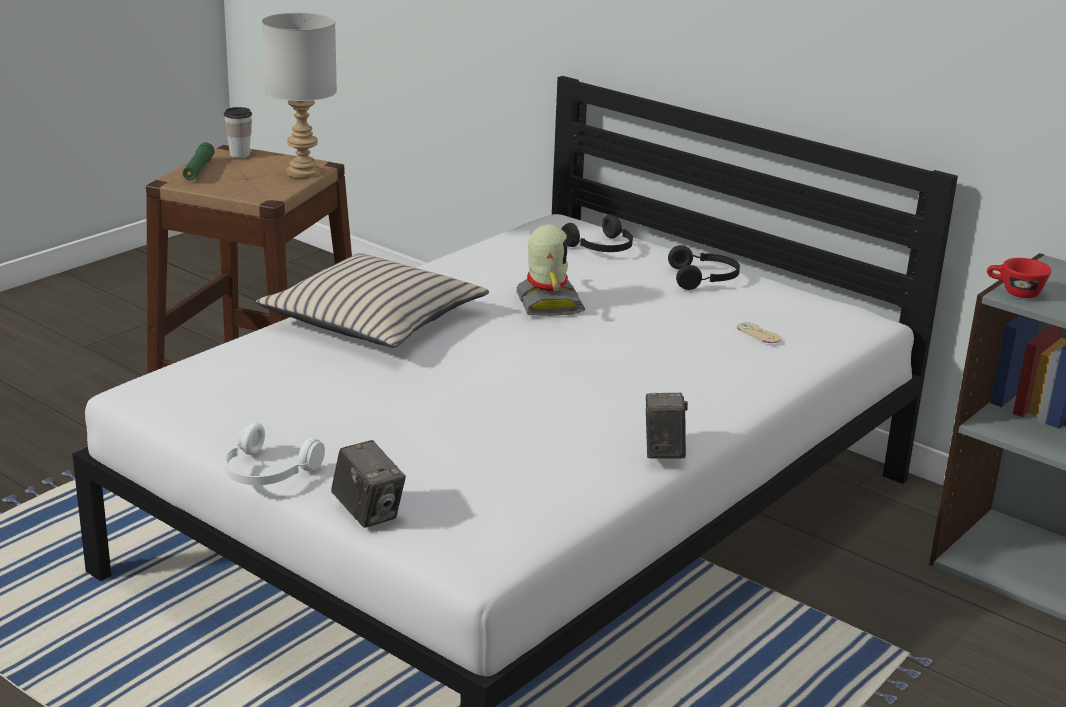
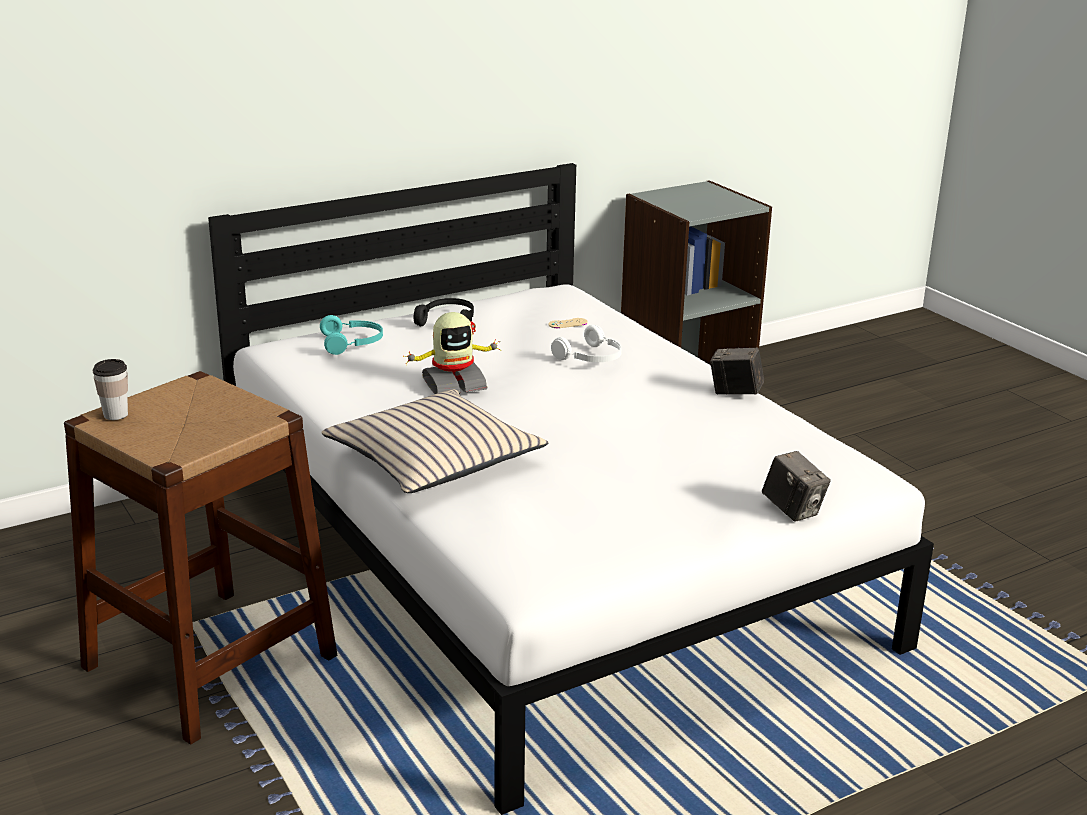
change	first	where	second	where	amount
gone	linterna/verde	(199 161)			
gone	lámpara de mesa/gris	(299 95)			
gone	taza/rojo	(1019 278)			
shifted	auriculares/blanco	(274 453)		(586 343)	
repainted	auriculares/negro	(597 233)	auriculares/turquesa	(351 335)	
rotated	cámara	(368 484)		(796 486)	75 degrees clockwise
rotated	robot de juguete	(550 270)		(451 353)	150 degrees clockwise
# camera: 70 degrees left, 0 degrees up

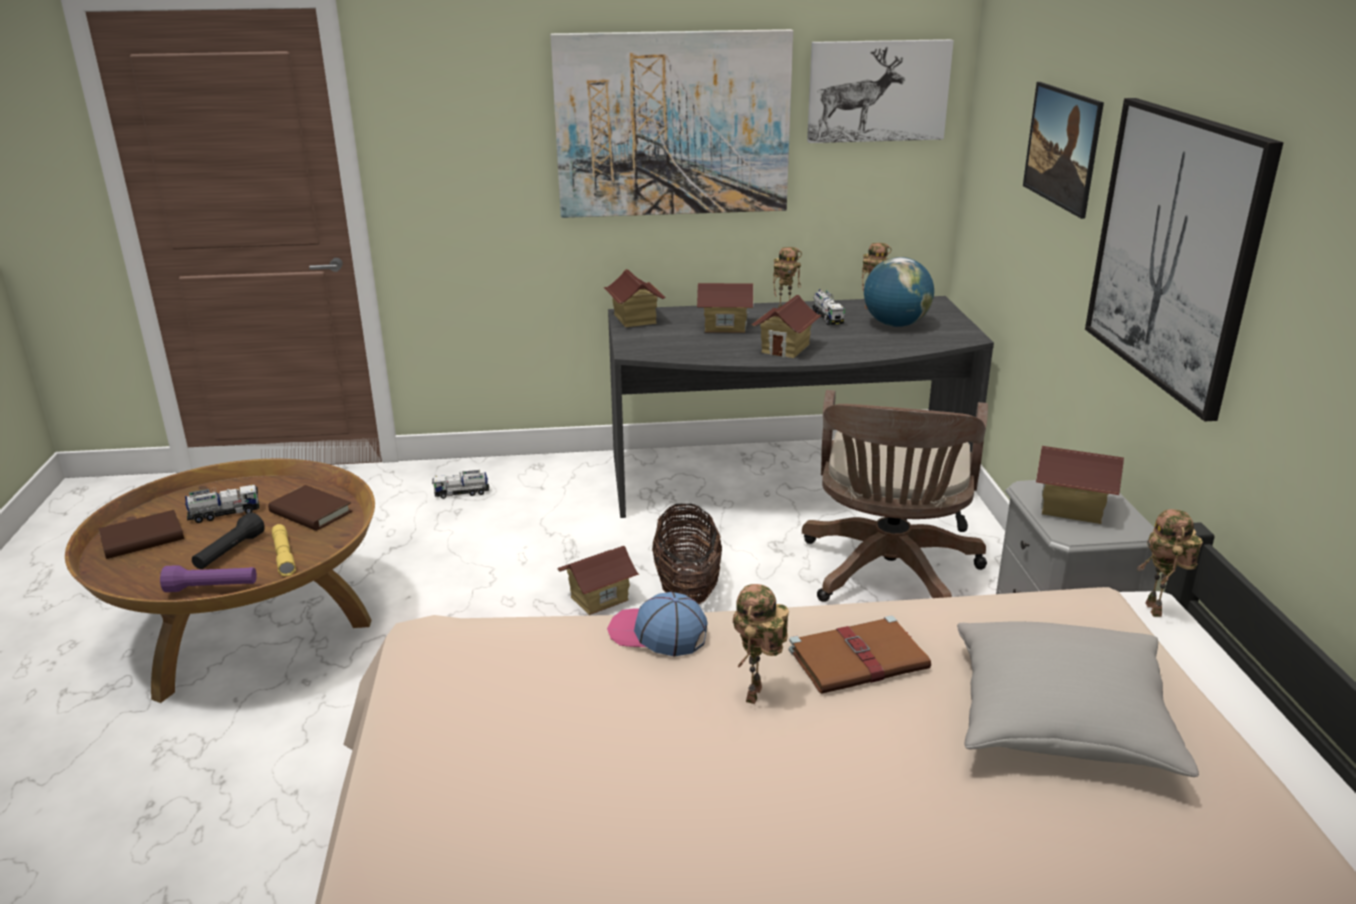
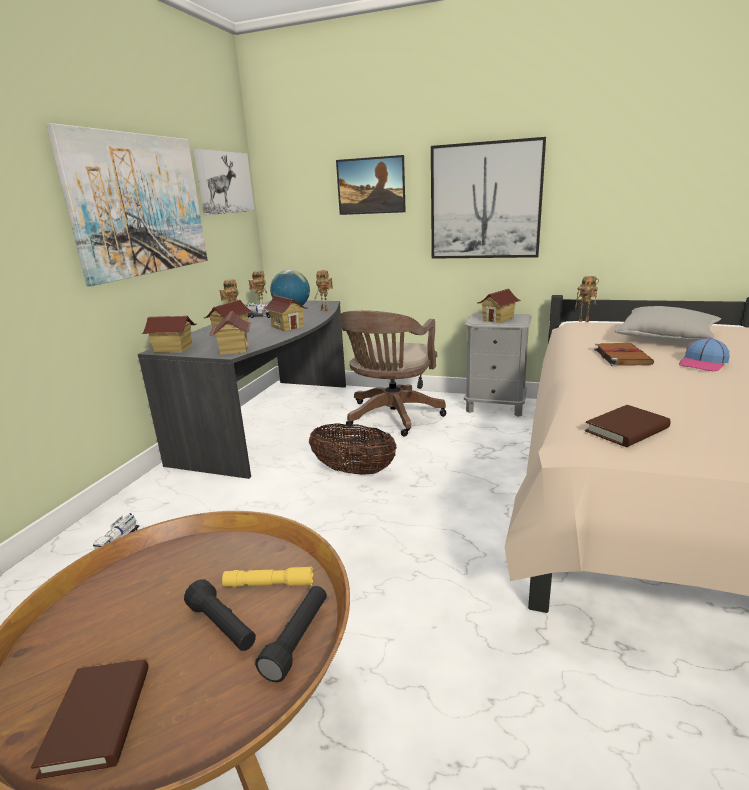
change	first	where	second	where	amount
gone	camión de juguete	(222 503)			
shifted	libro/marrón	(310 508)		(628 426)	
shifted	casita	(598 580)		(230 333)	
shifted	gorra	(657 624)		(704 354)	
shifted	robot de juguete	(761 644)		(324 290)	
repainted	linterna/morado	(208 578)	linterna/negro	(291 634)	
rotated	silla de oficina/marrón	(895 496)		(393 373)	75 degrees clockwise
# camera: 65 degrees left, 5 degrees down

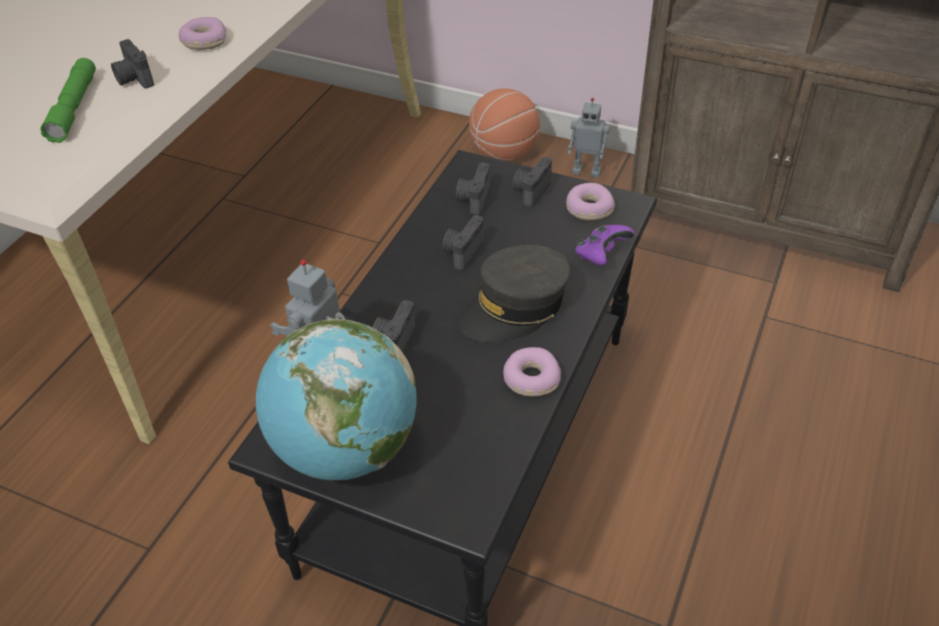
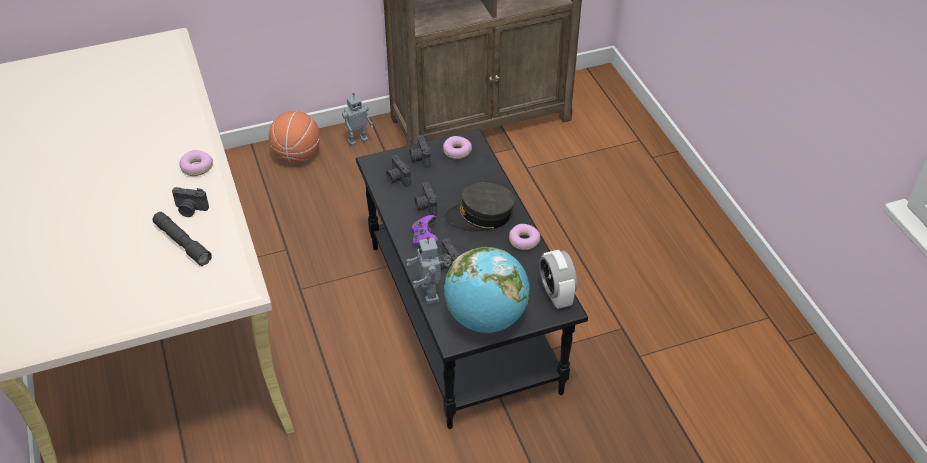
change	first	where	second	where	amount
new			despertador	(558 279)	
shifted	mando de consola/morado	(605 245)		(425 230)	
repainted	linterna/verde	(68 100)	linterna/gris	(182 239)	
rotated	gorra/gris	(514 293)		(480 207)	75 degrees clockwise
# camera: 45 degrees left, 0 degrees up

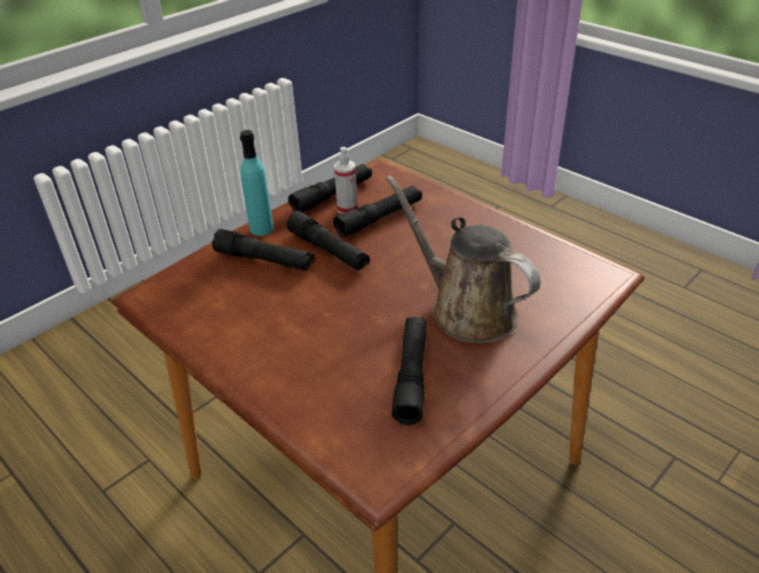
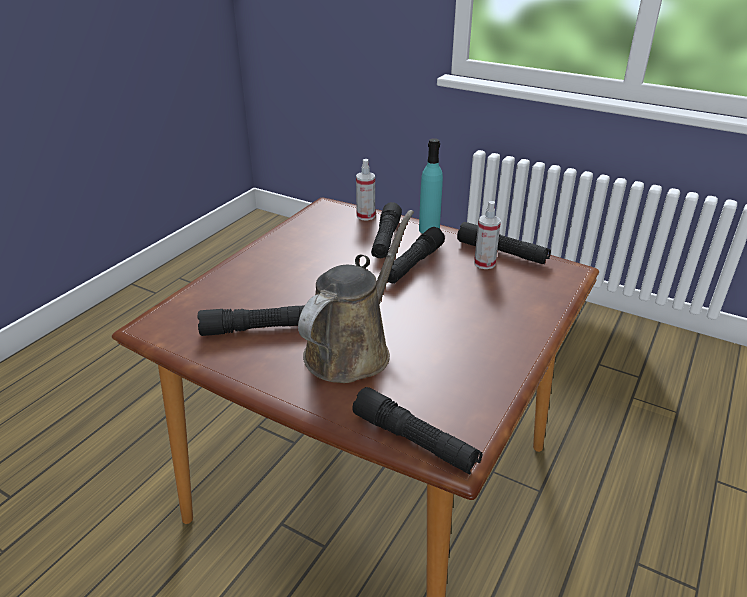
change	first	where	second	where	amount
new			pulverizador	(365 189)	
shifted	linterna/negro	(377 212)		(417 430)	
# camera: 75 degrees right, 5 degrees down

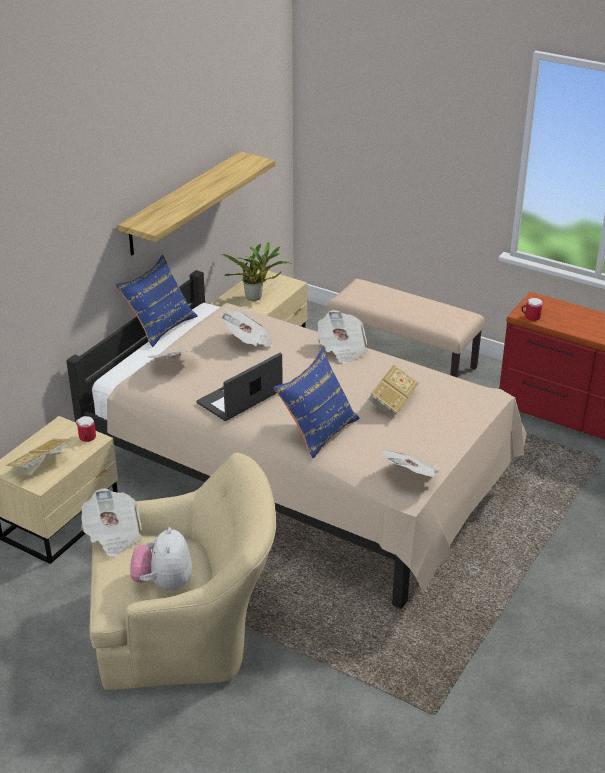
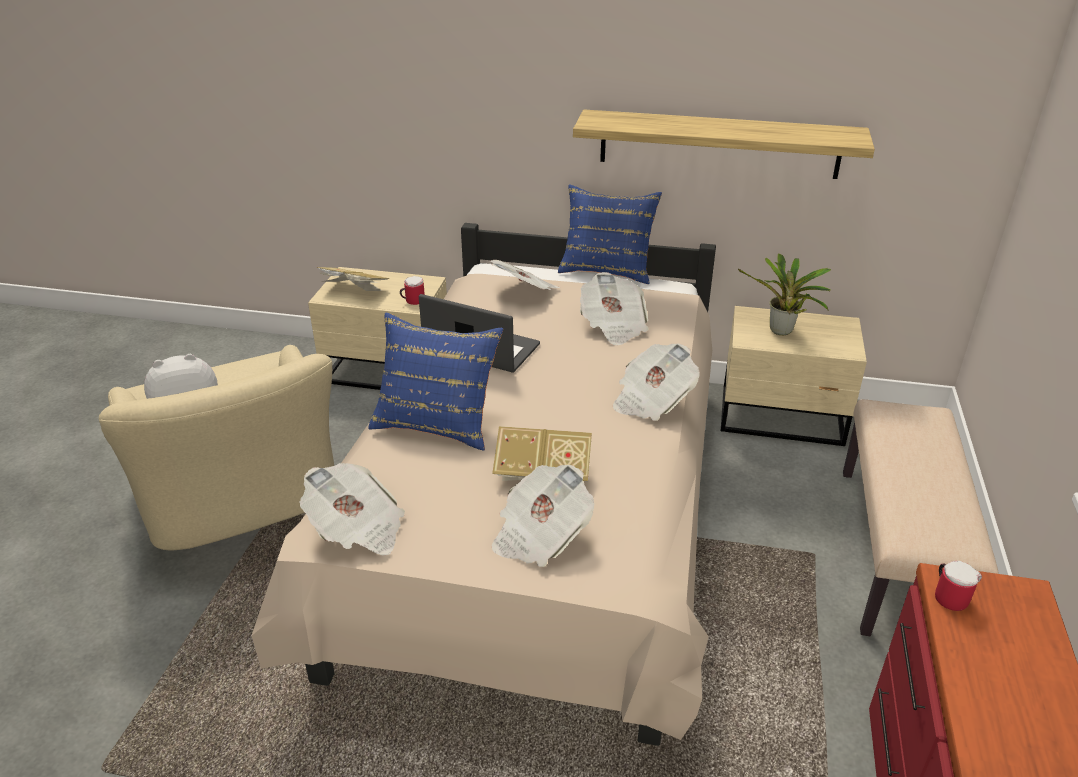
change	first	where	second	where	amount
shifted	periódico	(111 522)		(542 516)	
# camera: 70 degrees right, 0 degrees up

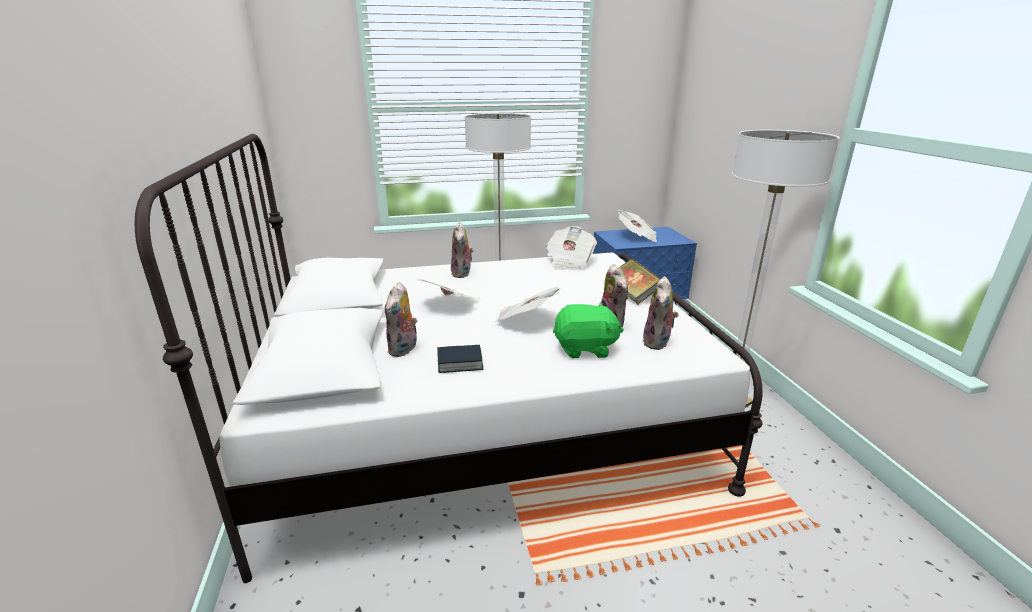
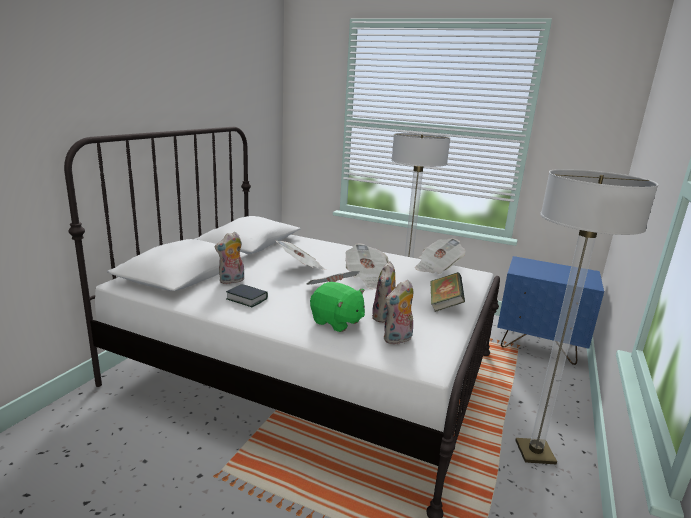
change	first	where	second	where	amount
gone	peluche	(462 250)			
shifted	periódico	(637 226)		(367 266)	
# camera: 35 degrees right, 5 degrees down

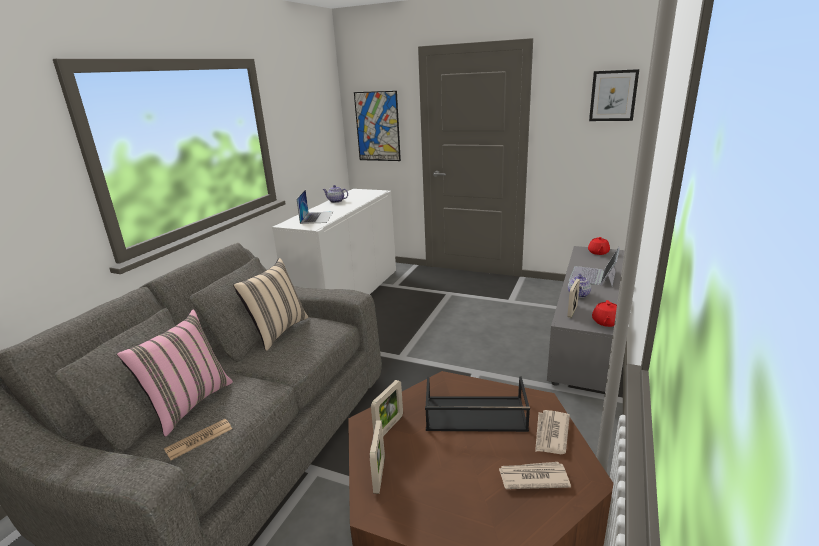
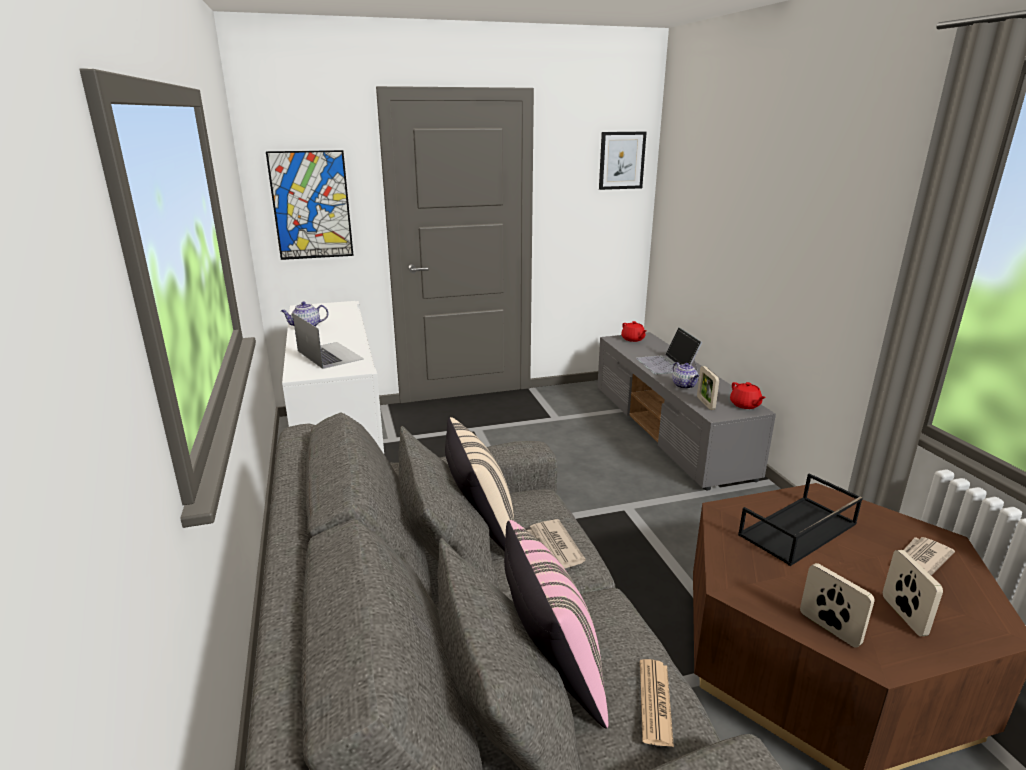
change	first	where	second	where	amount
shifted	portarretratos	(387 408)		(913 593)	
shifted	periódico	(552 432)		(556 544)	
# camera: 40 degrees left, 0 degrees up

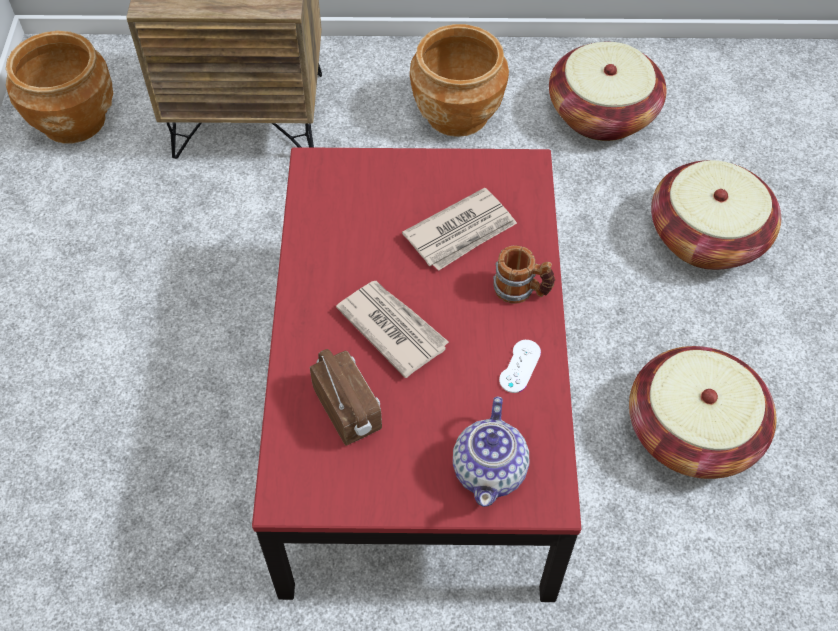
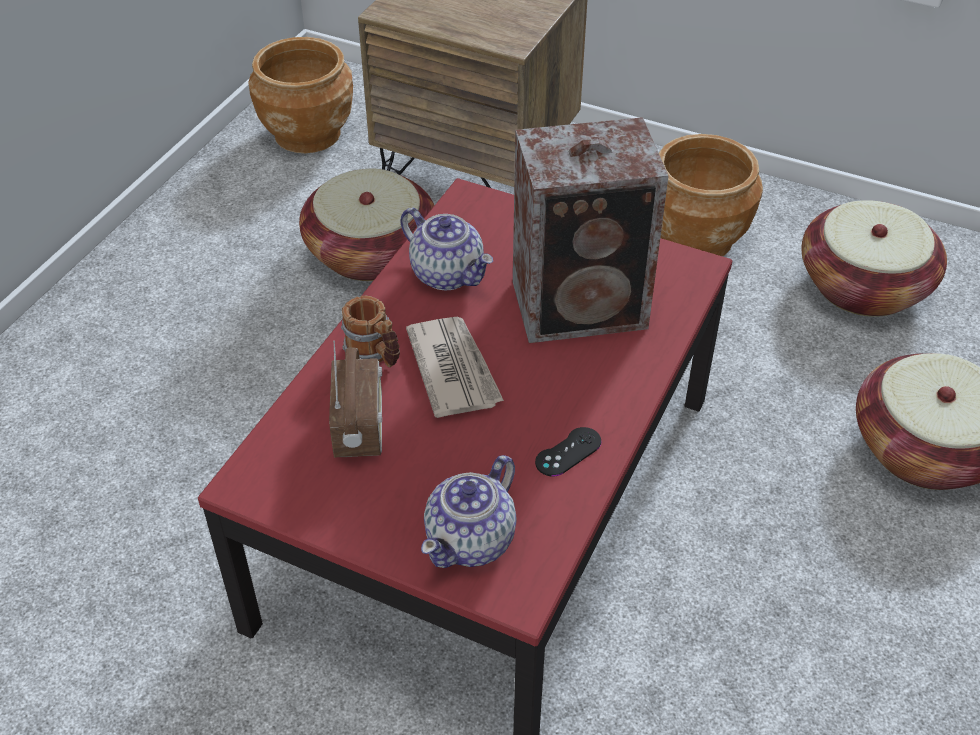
change	first	where	second	where	amount
new			tetera	(446 249)	
shifted	taza grande	(524 275)		(370 331)	
shifted	cesta	(702 412)		(366 225)	
swapped	periódico	(459 229)	altavoz	(591 230)	
repainted	mando de consola/blanco	(520 366)	mando de consola/negro	(568 451)	
# camera: 25 degrees right, 10 degrees down

